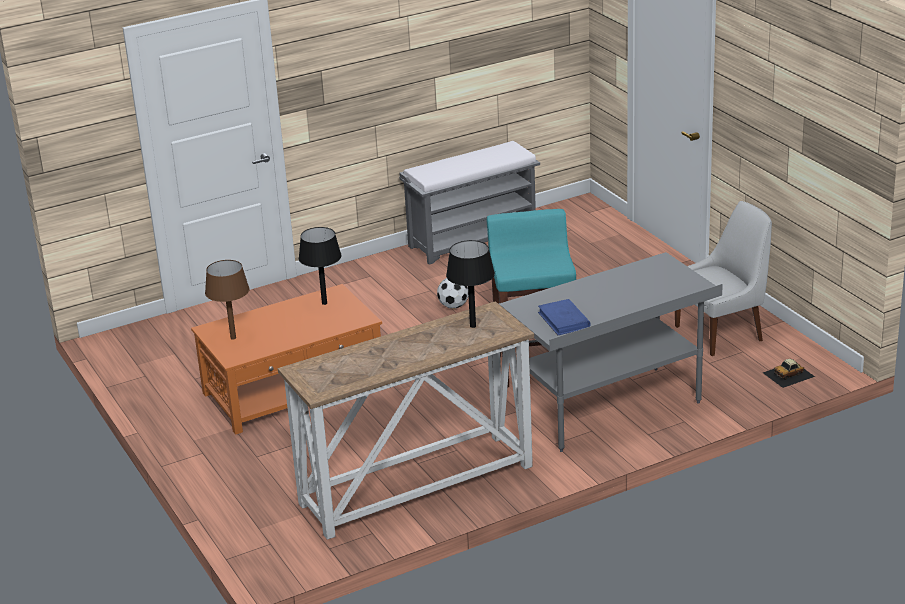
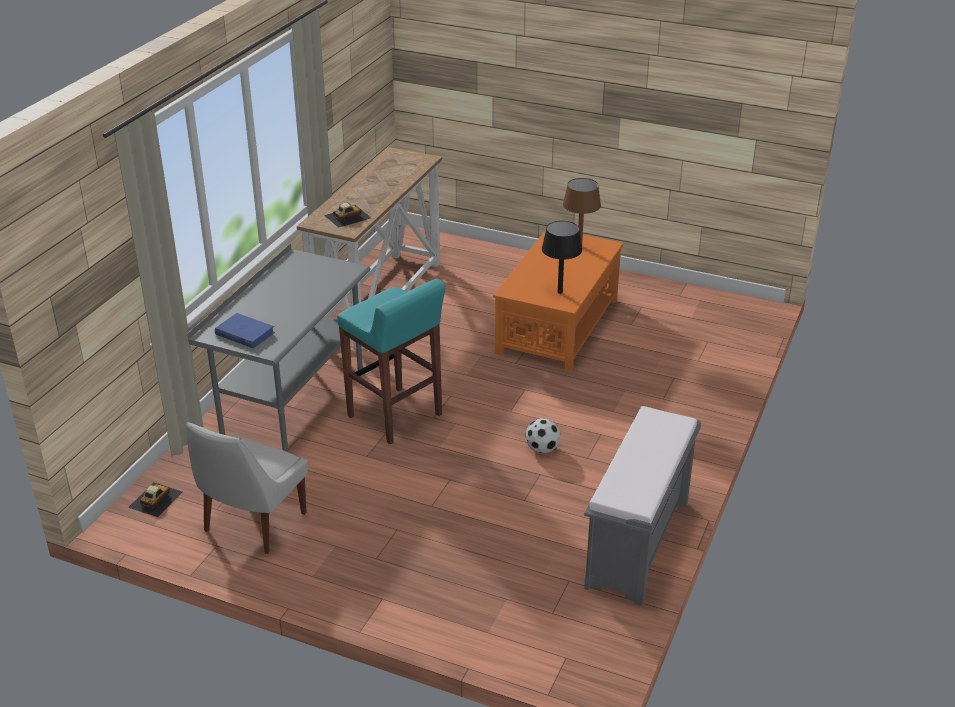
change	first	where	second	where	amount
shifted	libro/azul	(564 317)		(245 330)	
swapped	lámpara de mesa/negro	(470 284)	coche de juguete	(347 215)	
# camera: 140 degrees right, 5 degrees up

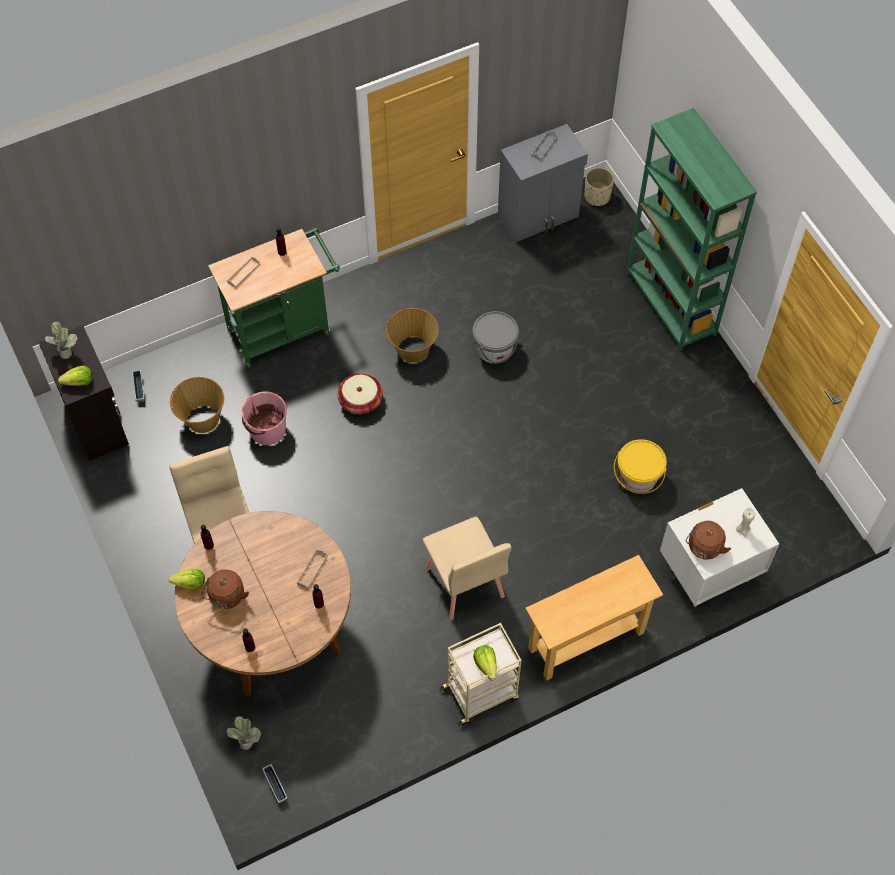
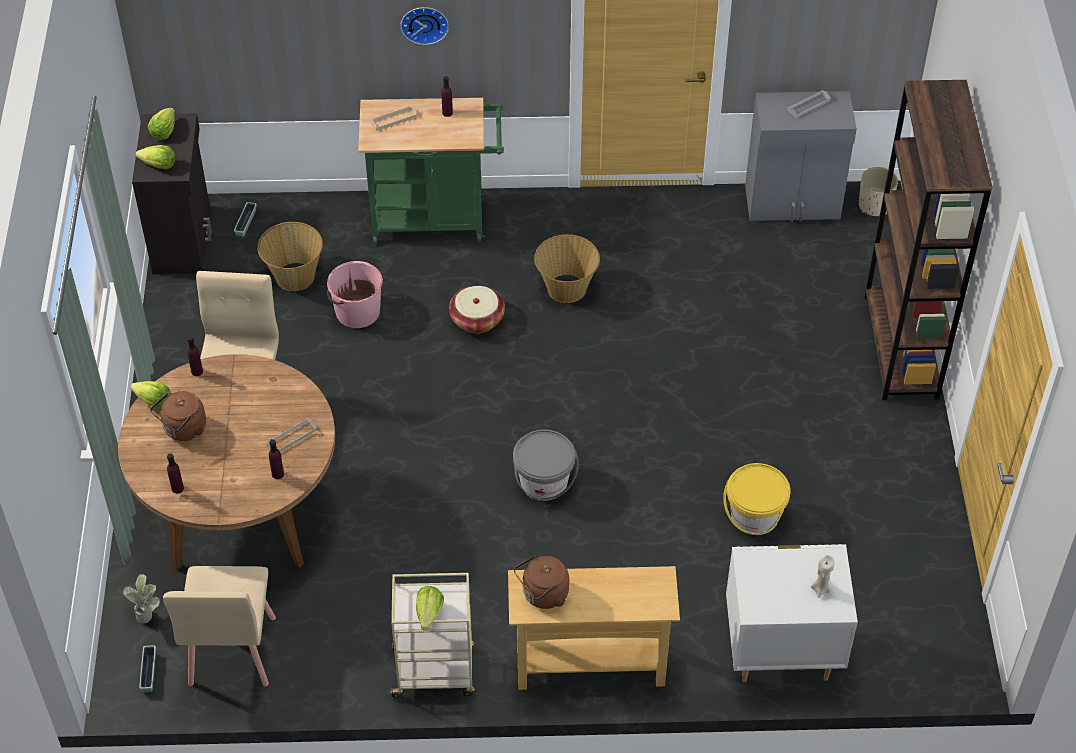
change	first	where	second	where	amount
new			reloj de pared	(424 26)	
shifted	silla/beis	(467 568)		(219 626)	
shifted	cubo/gris	(495 337)		(546 465)	
shifted	hervidor/marrón	(708 540)		(541 582)	
swapped	planta en maceta	(61 340)	lechuga	(161 124)	
repainted	estantería/verde	(691 230)	estantería/marrón	(928 240)	
# camera: 25 degrees right, 10 degrees down

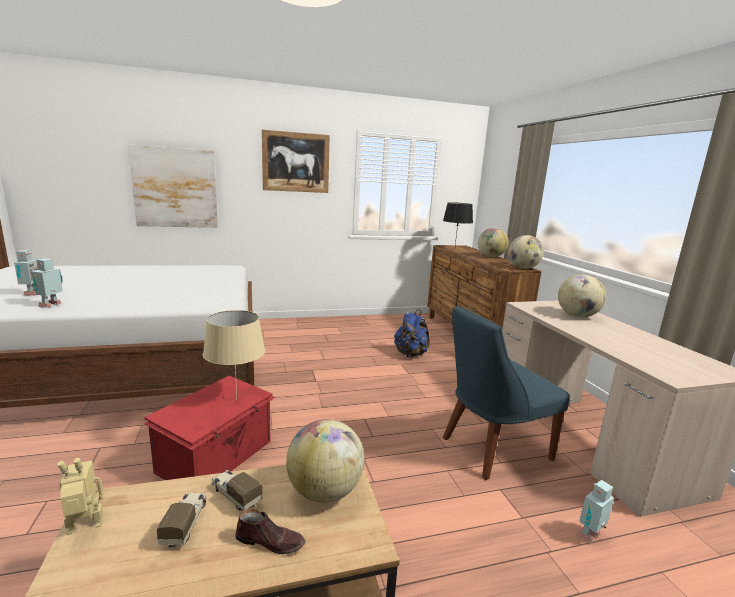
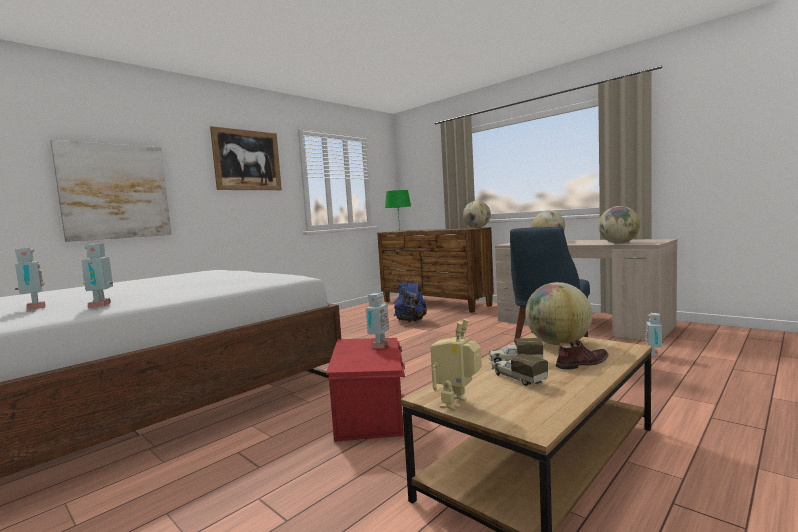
change	first	where	second	where	amount
shifted	globo terráqueo	(493 242)		(619 225)	
swapped	lámpara de mesa/beis	(234 355)	robot de juguete	(378 321)	
repainted	lámpara de mesa/negro	(458 223)	lámpara de mesa/verde	(398 210)	
# camera: 30 degrees left, 10 degrees down

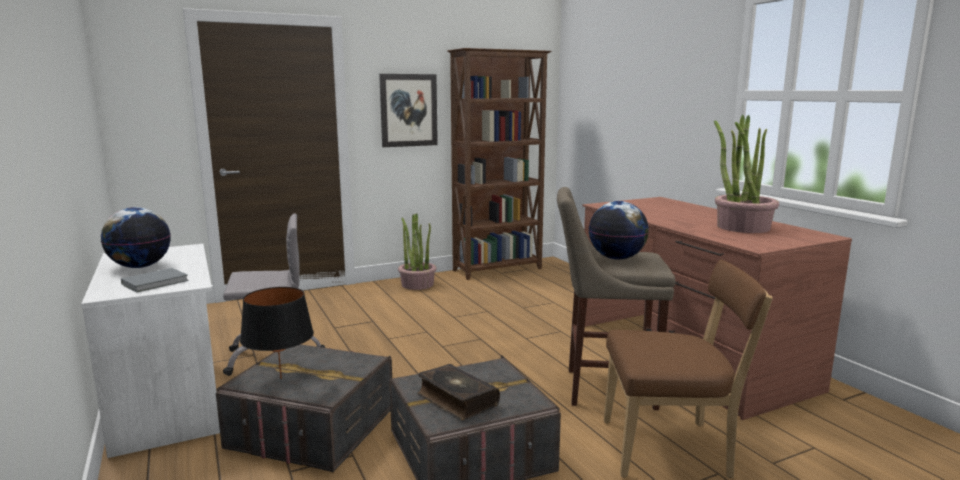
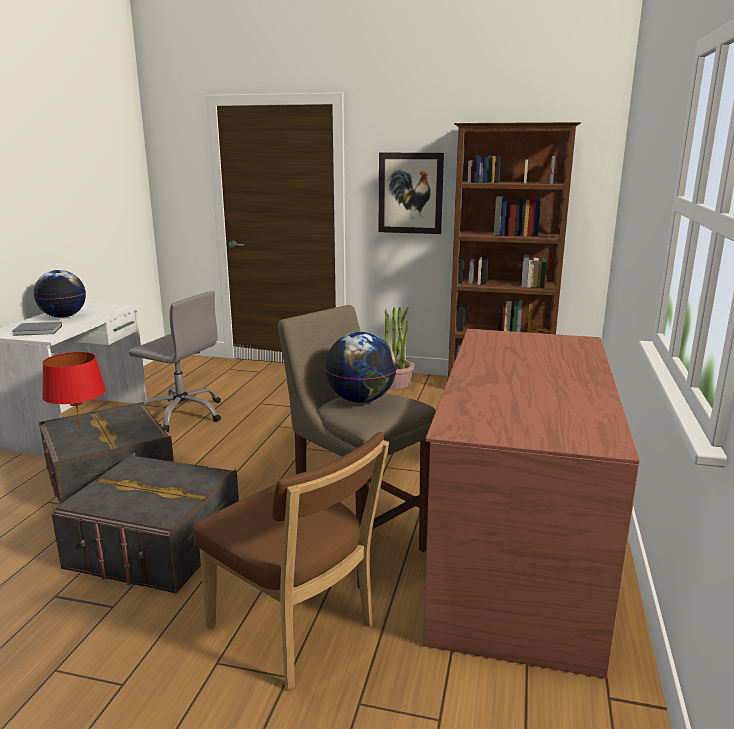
change	first	where	second	where	amount
gone	libro	(459 392)			
gone	planta en maceta	(746 174)			
repainted	lámpara de mesa/negro	(277 333)	lámpara de mesa/rojo	(74 390)	
# camera: 40 degrees right, 5 degrees up

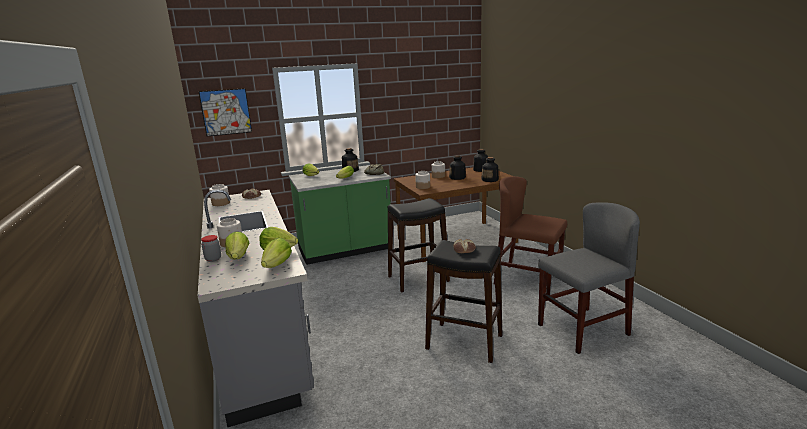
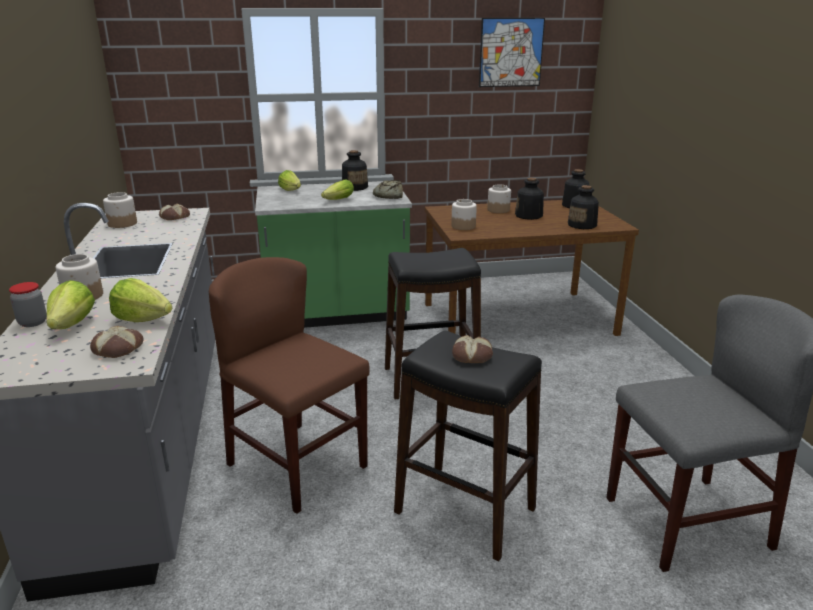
change	first	where	second	where	amount
shifted	cuadro	(225 112)		(512 52)	
shifted	silla/marrón	(530 235)		(289 385)	
swapped	lechuga	(276 253)	pan	(116 342)	
# camera: 10 degrees right, 5 degrees up

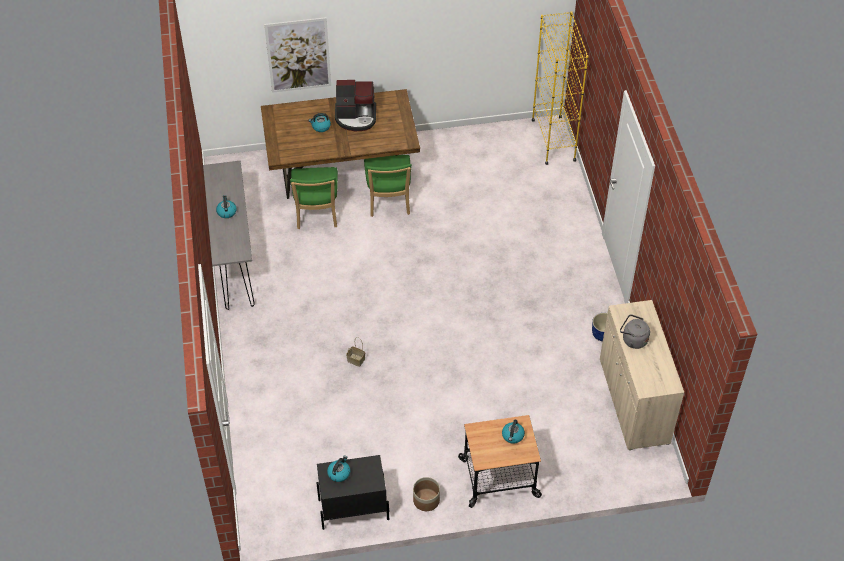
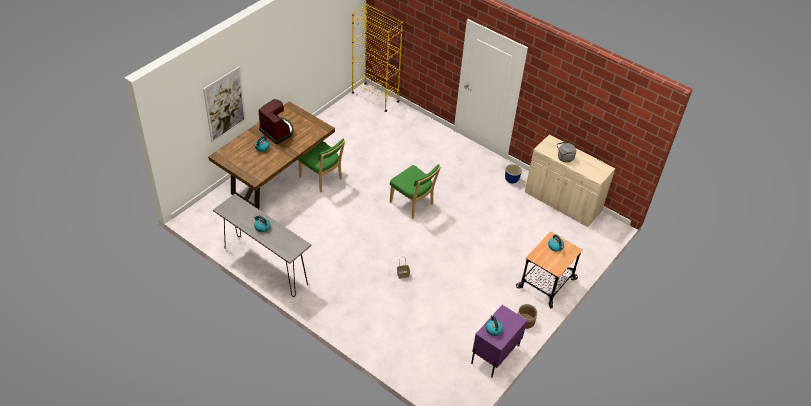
change	first	where	second	where	amount
shifted	silla/verde	(314 198)		(415 191)	
repainted	mesita de noche/negro	(352 492)	mesita de noche/morado	(499 341)	
rotated	cafetera	(355 105)		(276 121)	90 degrees counterclockwise
# camera: 45 degrees left, 5 degrees down

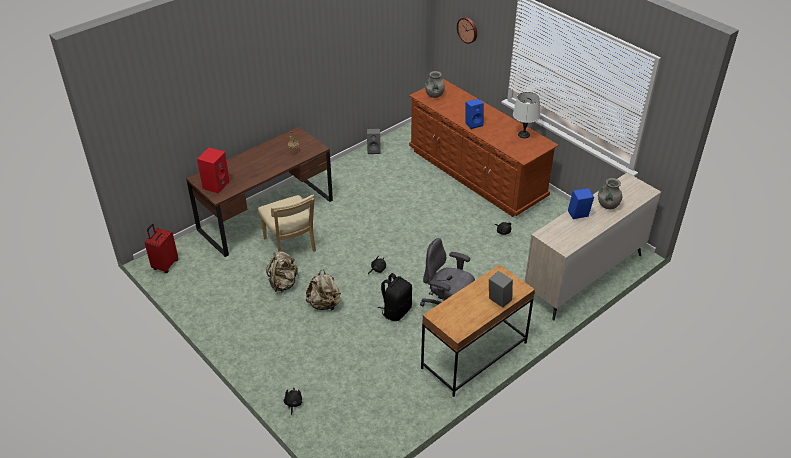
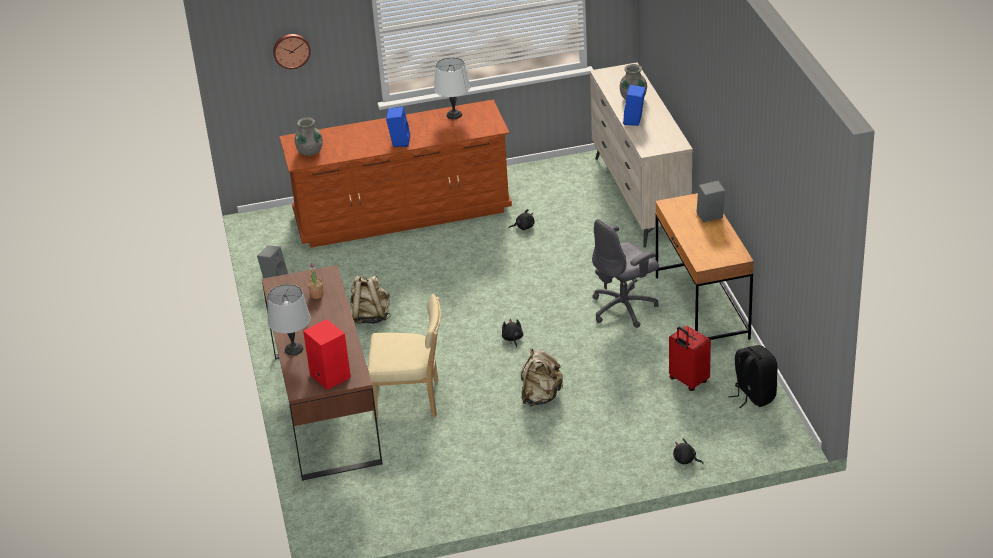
change	first	where	second	where	amount
new			lámpara de mesa/gris	(289 320)	
shifted	maleta/rojo	(161 248)		(690 358)	
shifted	mochila/beis	(282 272)		(370 300)	
shifted	mochila/negro	(395 297)		(752 376)	
# camera: 60 degrees left, 5 degrees down

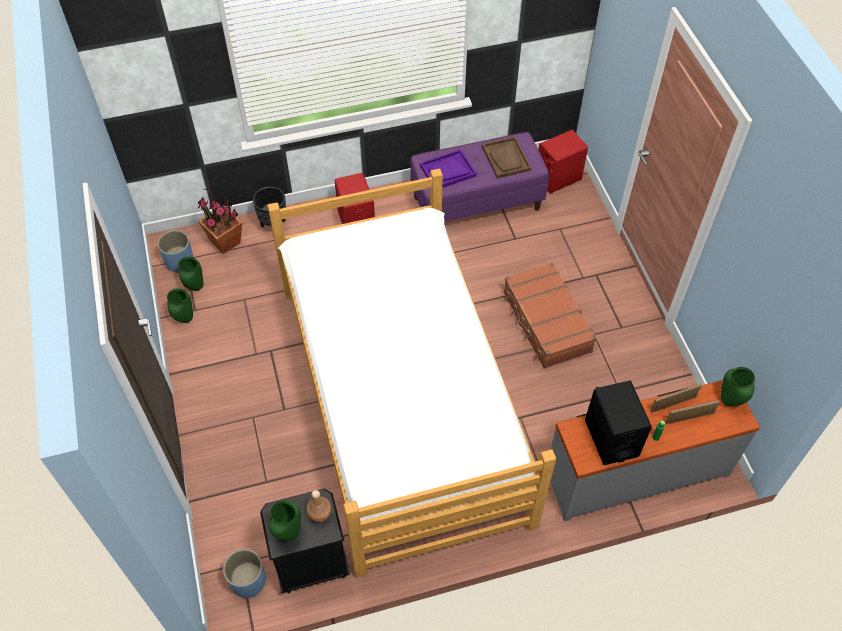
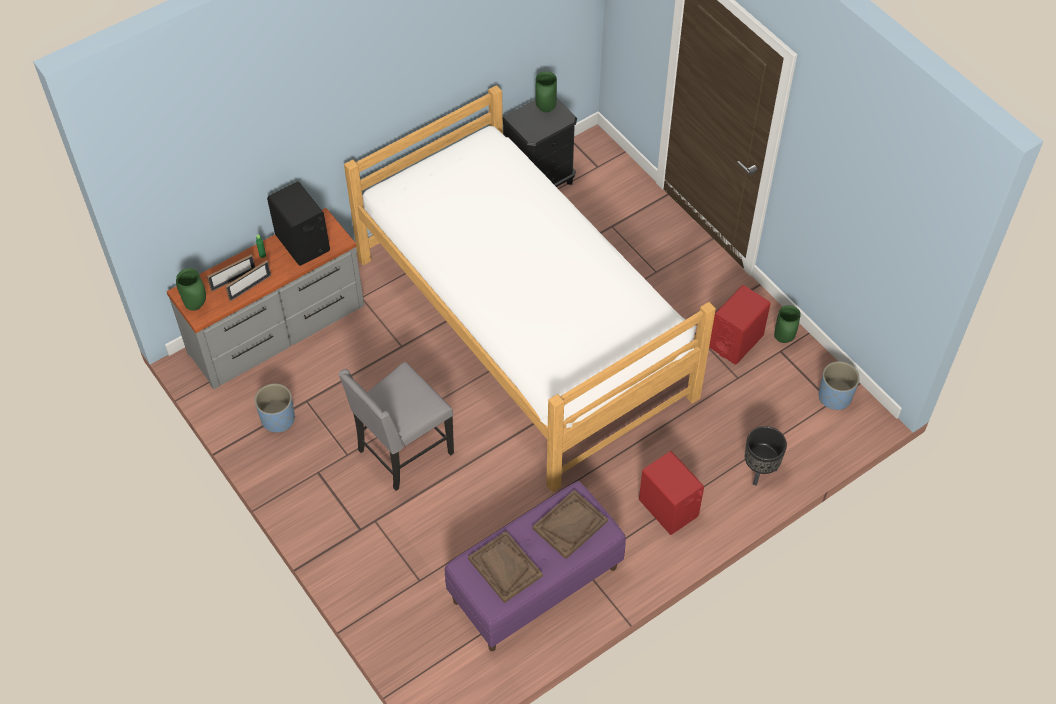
change	first	where	second	where	amount
gone	florero/verde	(190 273)			
gone	planta en maceta	(220 221)			
gone	botella/marrón	(319 506)			
shifted	maceta/azul	(244 573)		(275 408)	
shifted	altavoz/rojo	(563 162)		(740 325)	
swapped	maleta/marrón	(549 315)	silla/gris	(396 426)	
repainted	bandeja/morado	(448 168)	bandeja/marrón	(570 524)	
# camera: 160 degrees right, 0 degrees up

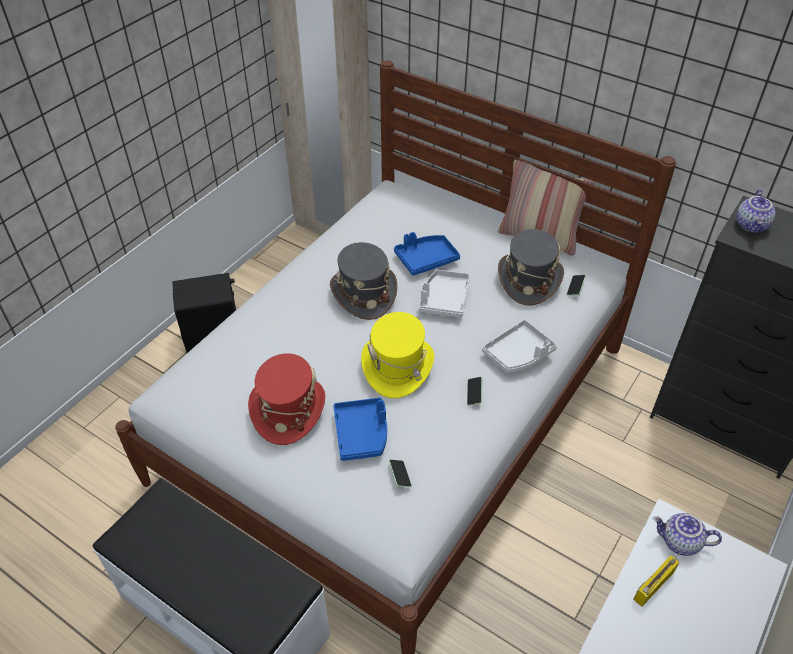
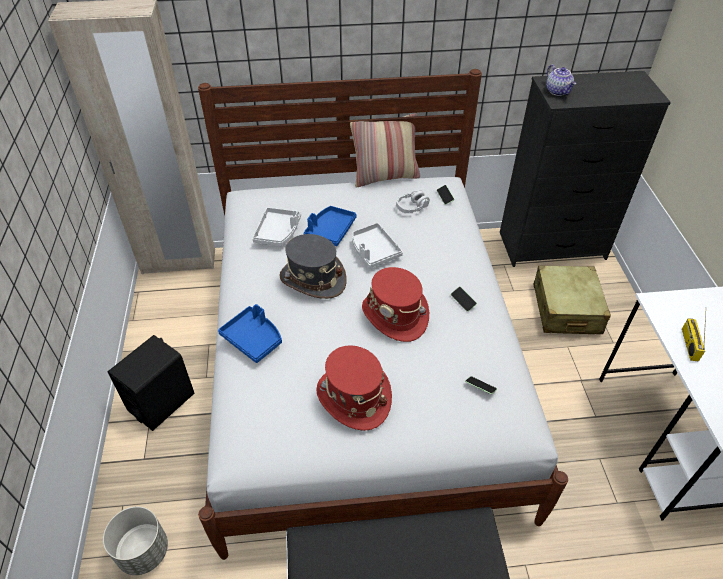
change	first	where	second	where	amount
gone	tetera	(687 534)			
new			maceta/gris	(135 541)	
new			maleta/beis	(572 299)	
shifted	bandeja/azul	(360 429)		(250 333)	
shifted	bandeja/gris	(519 346)		(276 226)	
swapped	sombrero/gris	(531 267)	auriculares/gris	(413 201)	
repainted	sombrero/amarillo	(397 355)	sombrero/rojo	(395 304)	
# camera: 40 degrees left, 0 degrees up

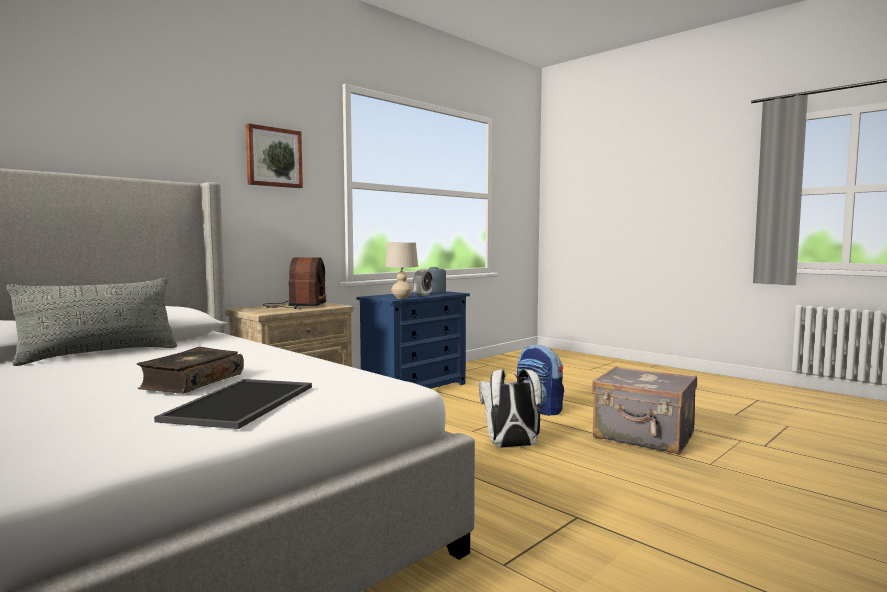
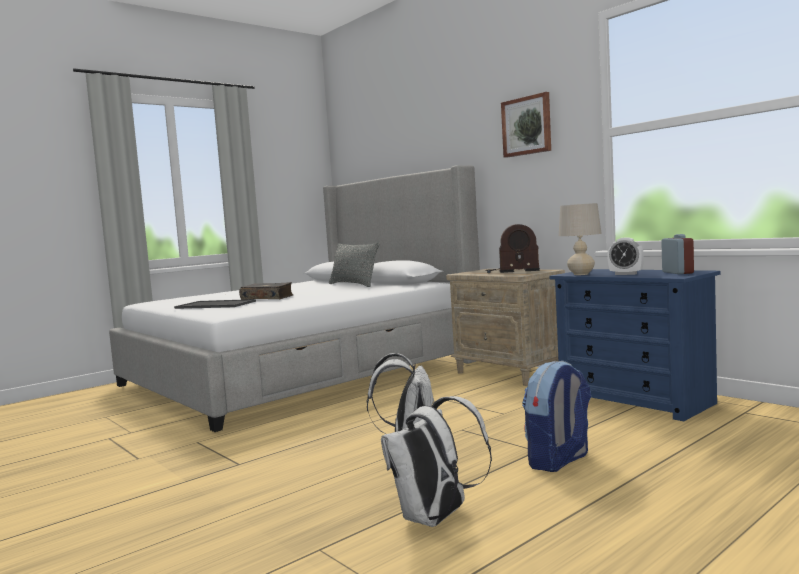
change	first	where	second	where	amount
swapped	maleta/gris	(644 410)	mochila/blanco	(436 461)	
# camera: 95 degrees right, 0 degrees up

